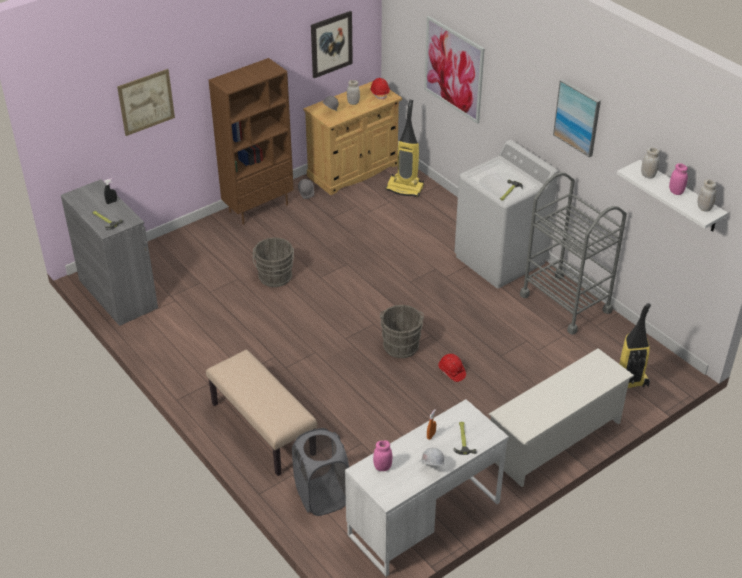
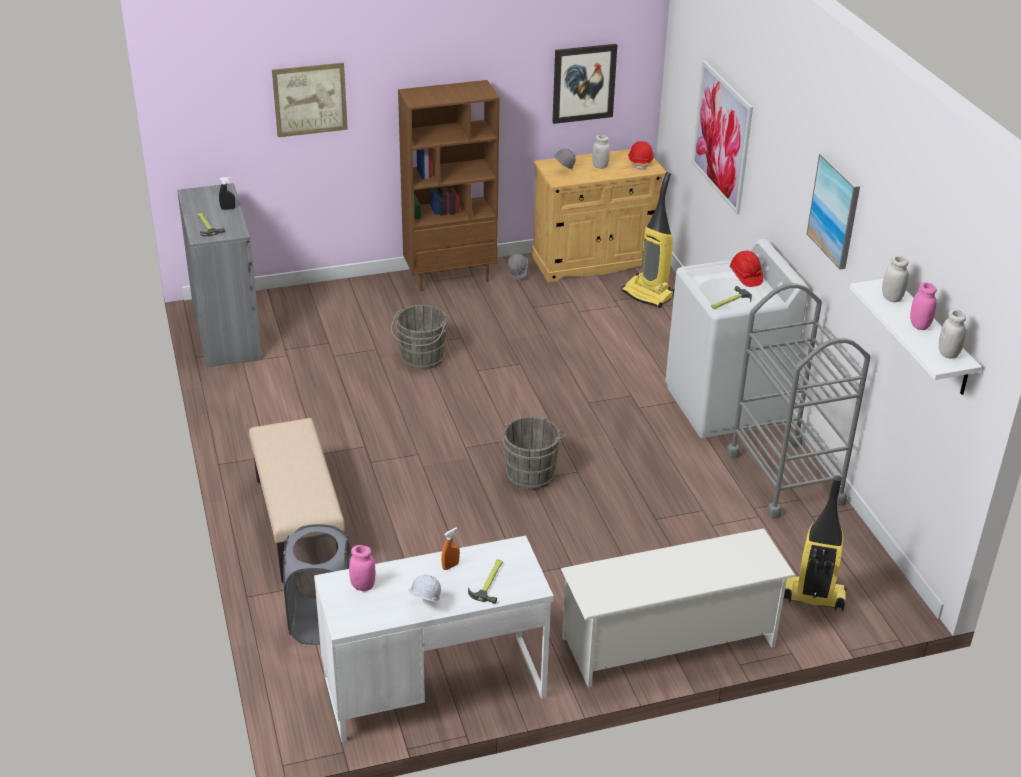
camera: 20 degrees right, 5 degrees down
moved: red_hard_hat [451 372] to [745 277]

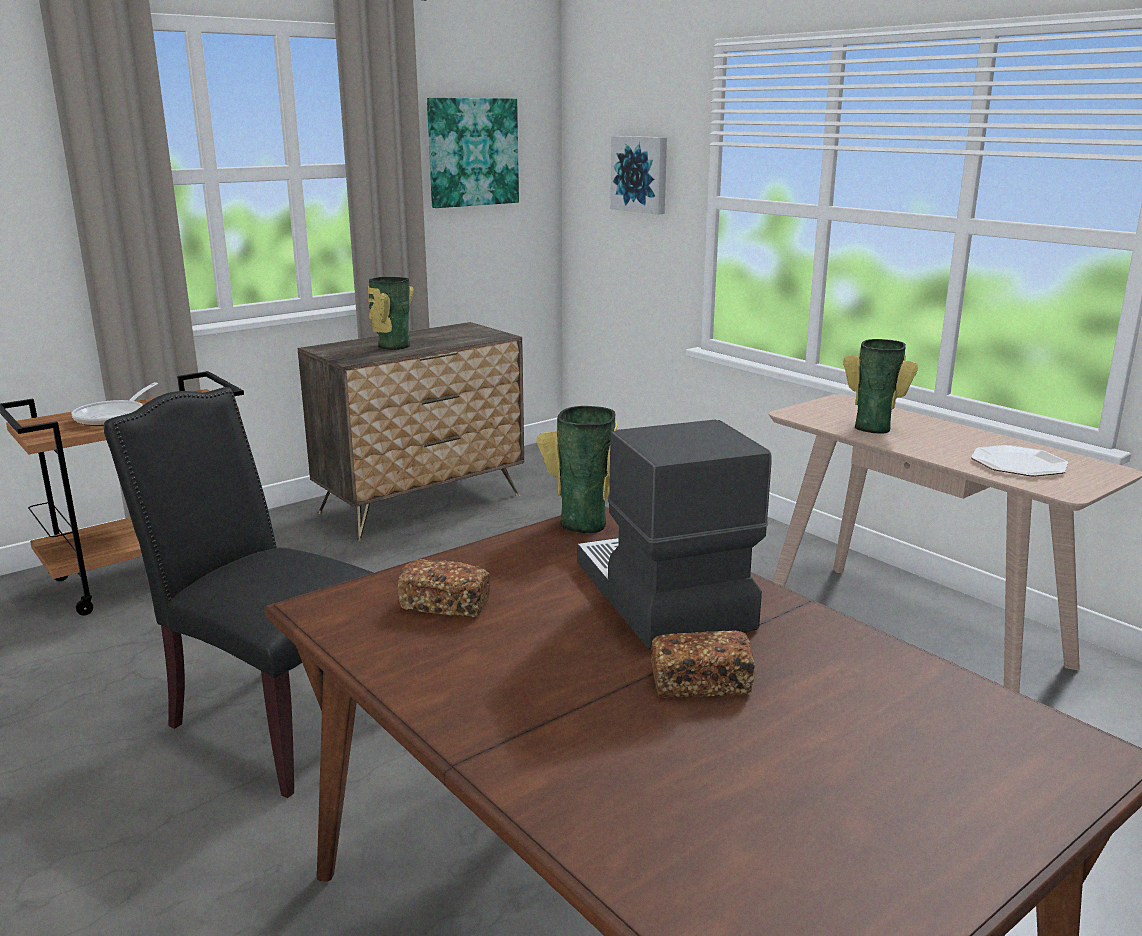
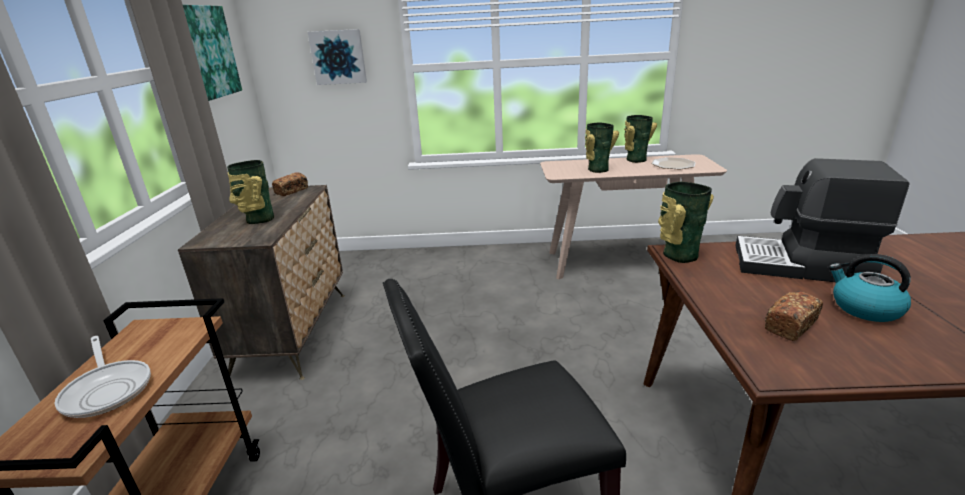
camera: 50 degrees left, 5 degrees up
added: vase [635 159]; kettle [864 308]
moved: bread [700 683] to [291 191]

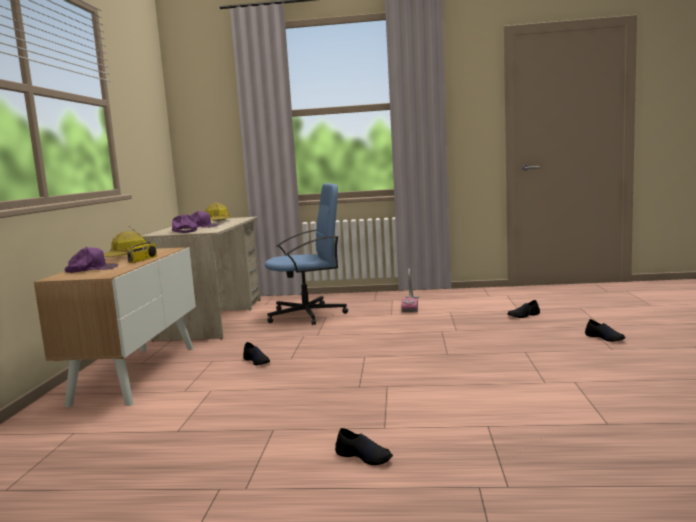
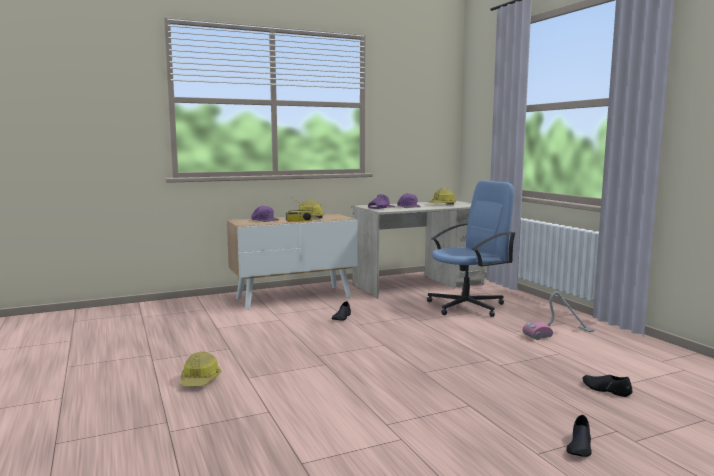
camera: 60 degrees right, 0 degrees up
replaced: black_shoe [364 456] to hard_hat [200 380]
turned: blue_office_chair [308 315] = [467 306] 75 degrees counterclockwise

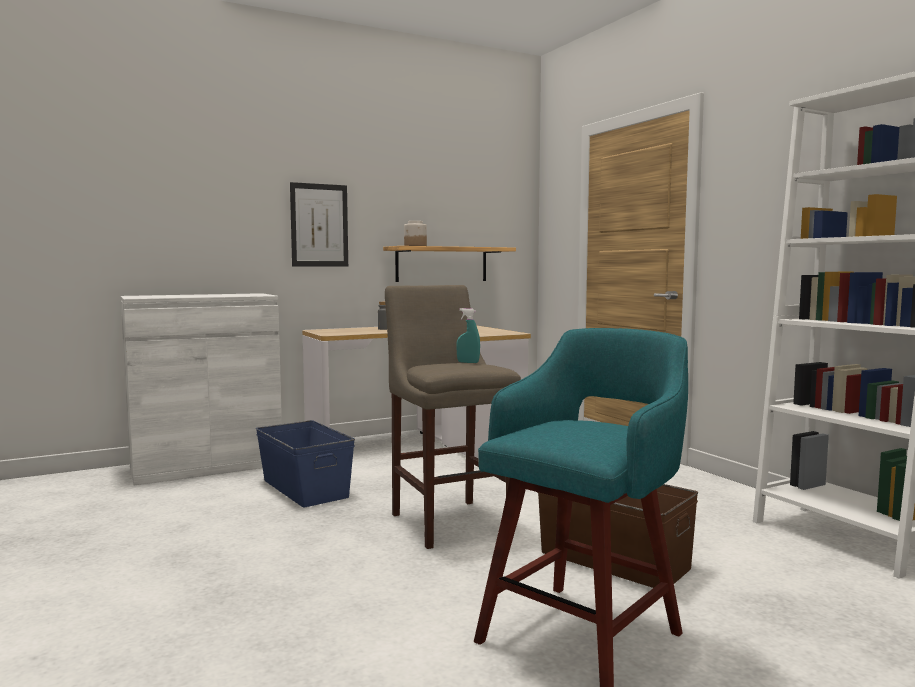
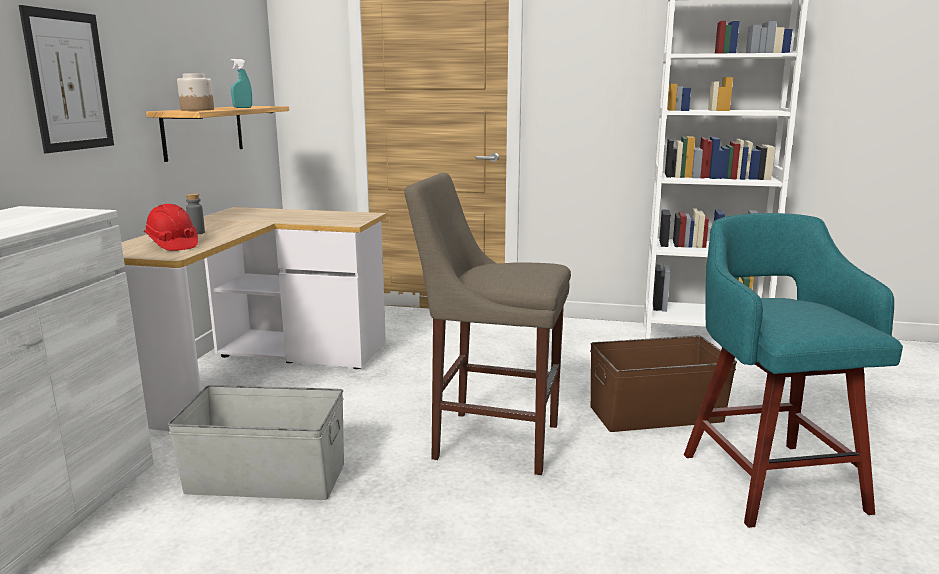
camera: 50 degrees left, 10 degrees up
added: red_hard_hat [172 245]
moved: turquoise_spray_bottle [468 362] to [242 107]
recoloured: blue_storage_box [305 488] to grey_storage_box [266 477]

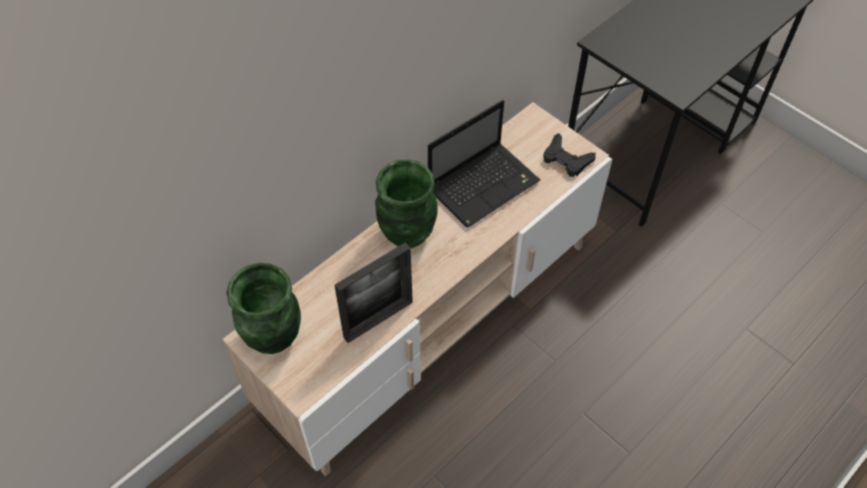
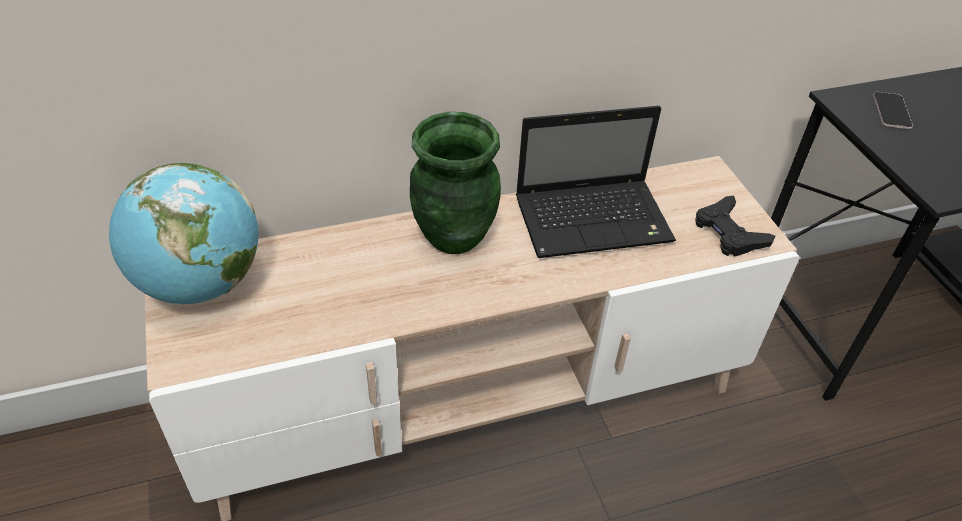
camera: 25 degrees right, 10 degrees down
removed: picture_frame [378 319]
added: phone [891 111]
replaced: green_vase [273 338] to globe [200 283]

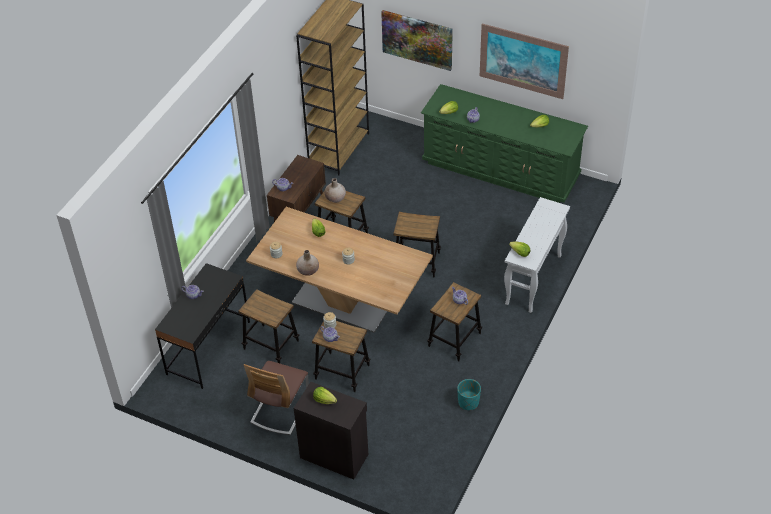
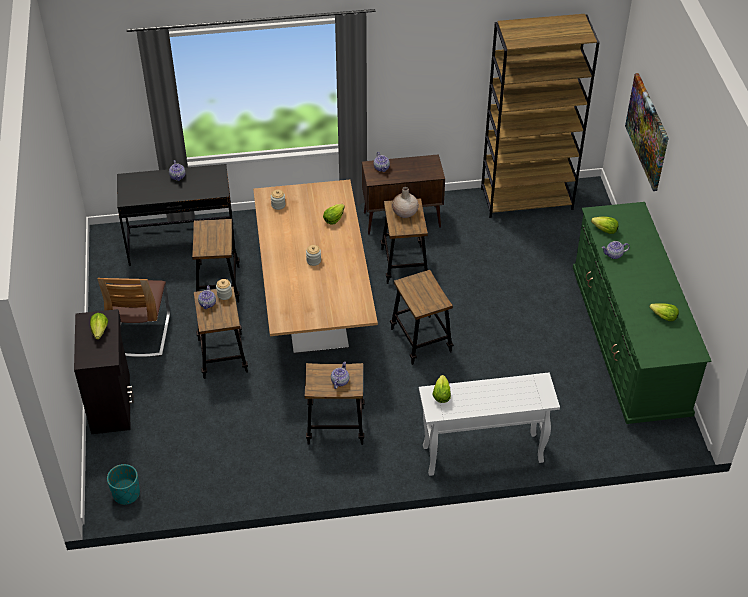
camera: 55 degrees right, 0 degrees up
removed: picture [523 61]; beige_vase [308 270]
moved: turquoise_planter [468 402] to [126 494]
turned: chair [280 410] = [141 334] 75 degrees counterclockwise

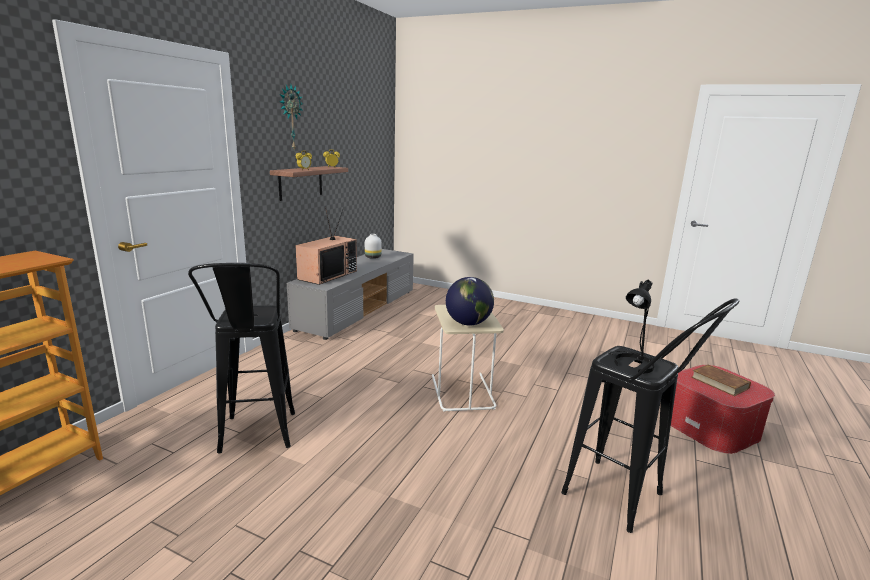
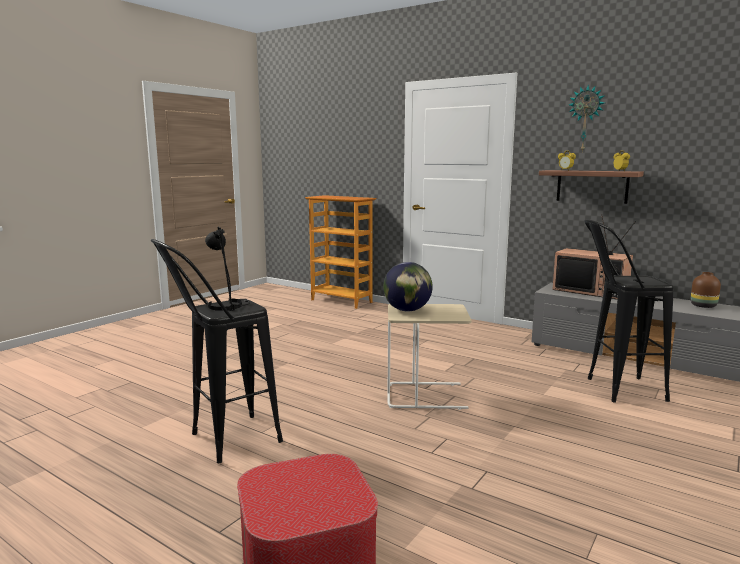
camera: 100 degrees right, 5 degrees down
removed: brown_book [719 382]
moved: black_stool [256 440] to [614 390]
recoloured: white_vase [372 257] to brown_vase [702 306]

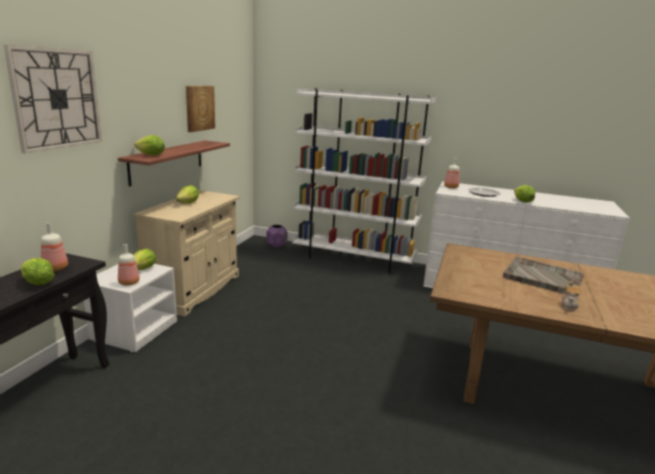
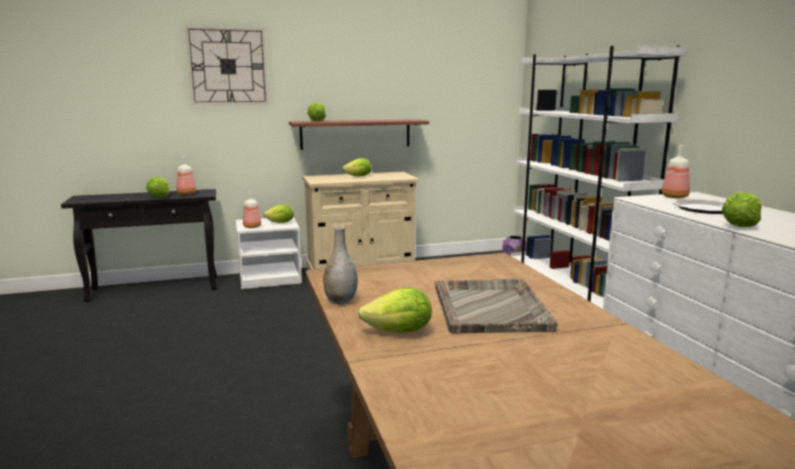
camera: 55 degrees right, 5 degrees down
removed: picture [199 108]
added: grey_vase [341 301]
replaced: teapot [569 306] to lettuce [399 332]

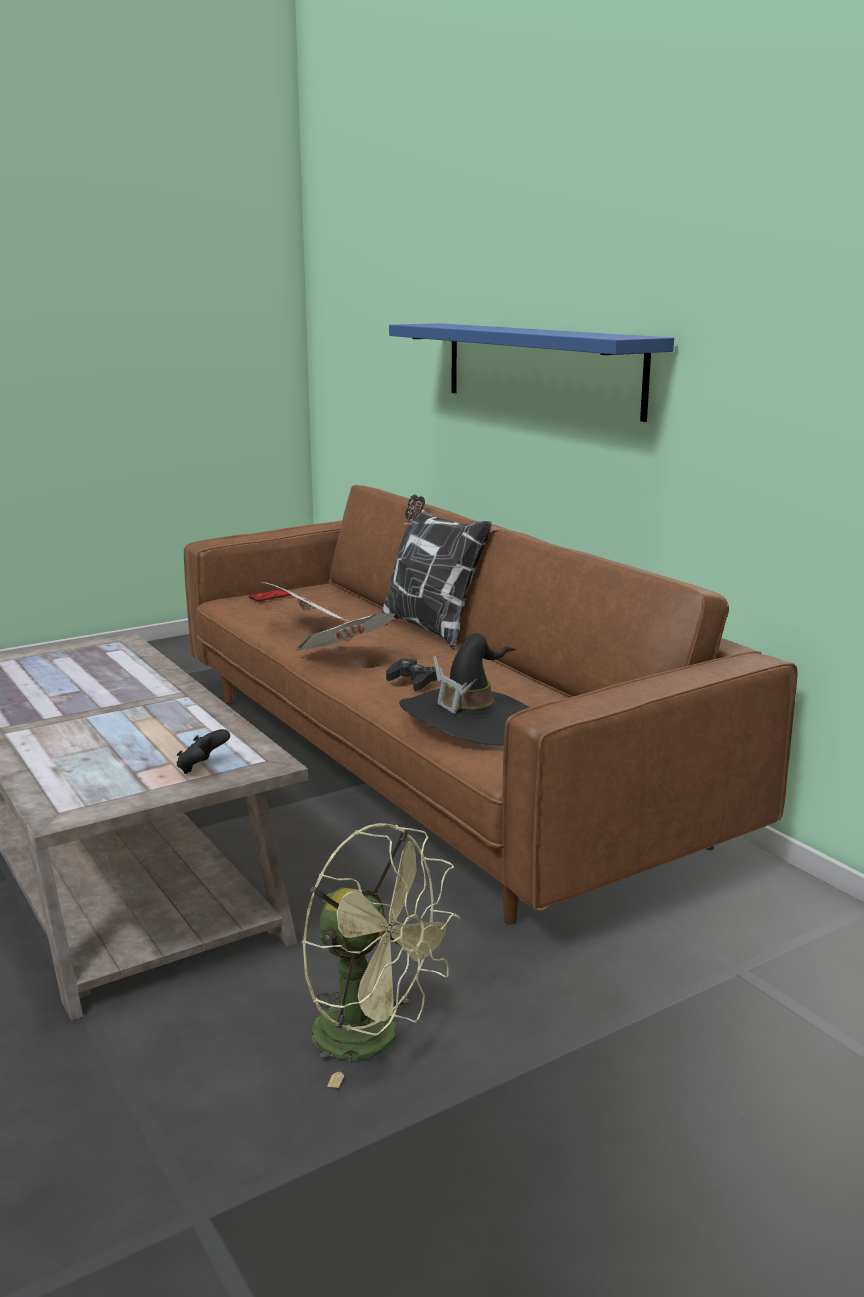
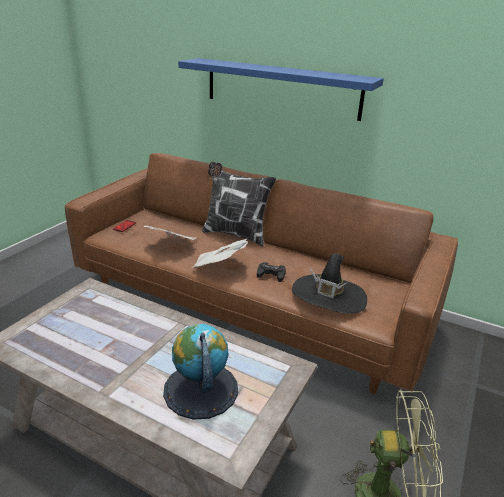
camera: 30 degrees left, 10 degrees up
removed: black_game_controller [202 768]
added: globe [200 389]

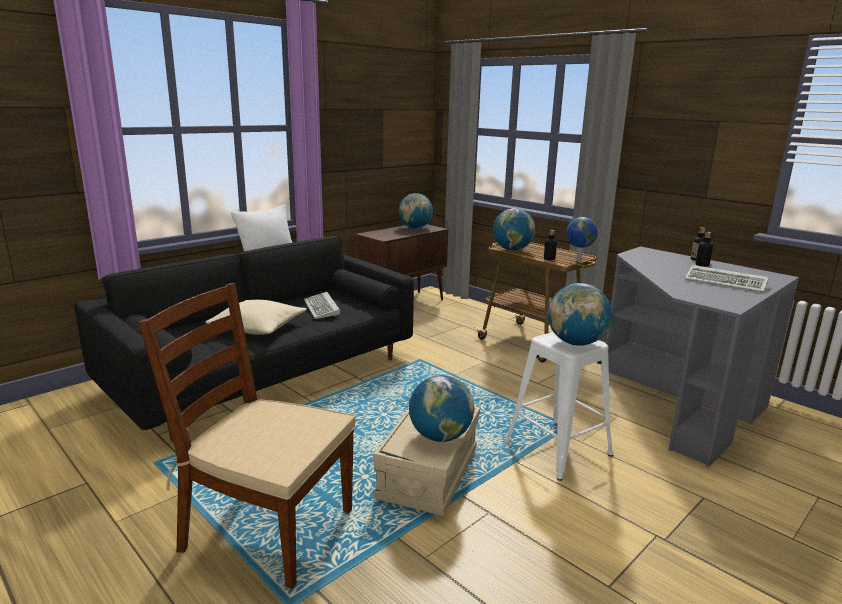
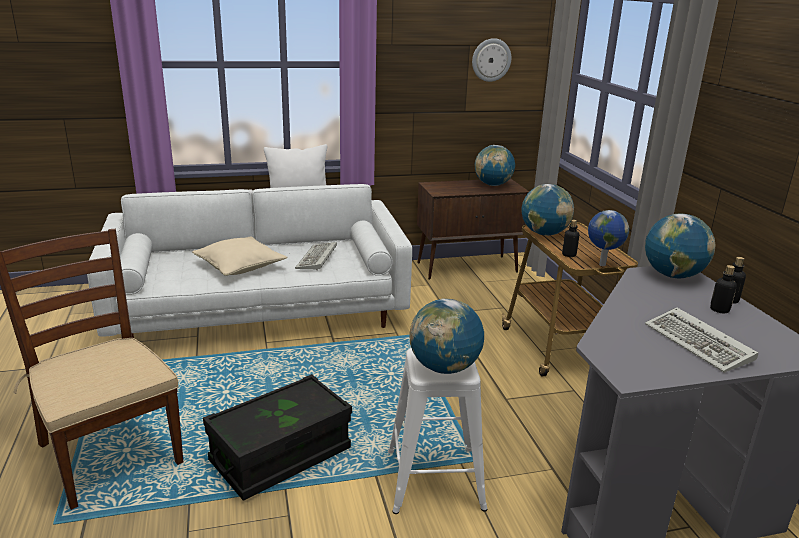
camera: 30 degrees right, 5 degrees up
added: wall_clock [491 60]
moved: globe [440 437] to [672 275]
recoloured: black_sofa [265 374] to white_sofa [260 310]; beige_storage_box [428 474] to black_storage_box [281 456]

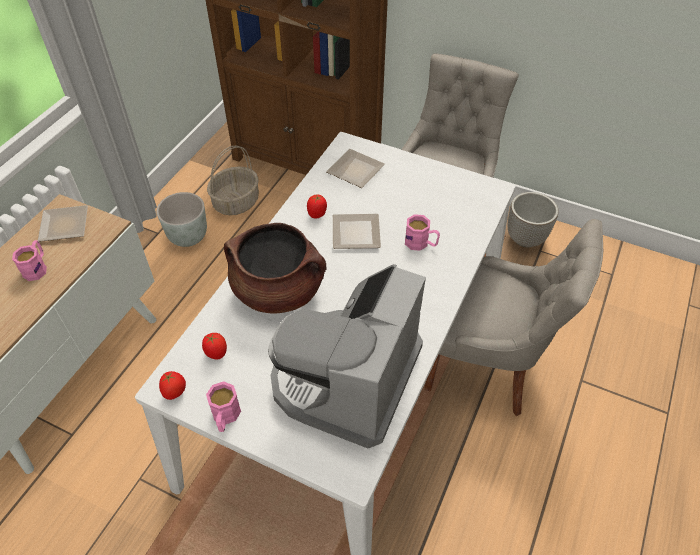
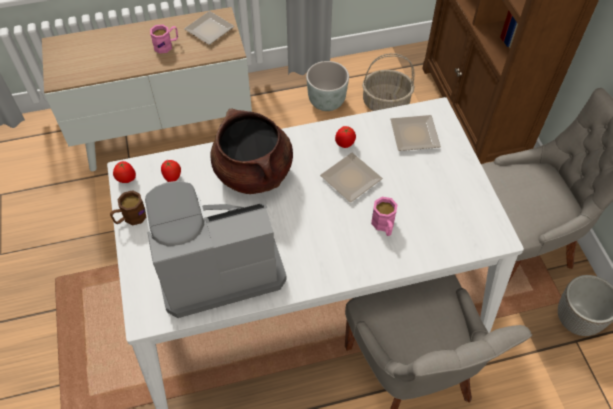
camera: 50 degrees right, 5 degrees up
recoloured: pink_mug [225 417] to brown_mug [130 218]

